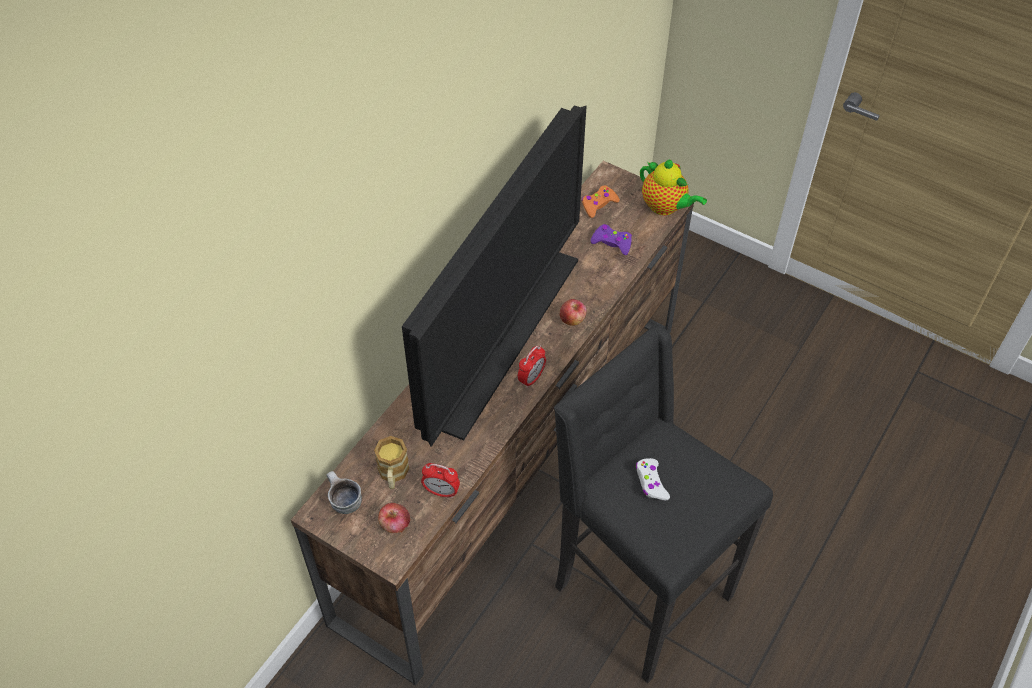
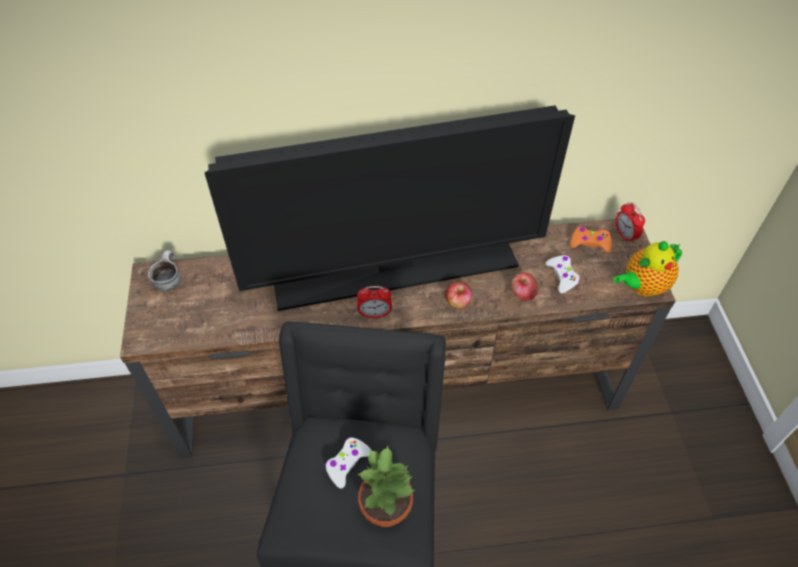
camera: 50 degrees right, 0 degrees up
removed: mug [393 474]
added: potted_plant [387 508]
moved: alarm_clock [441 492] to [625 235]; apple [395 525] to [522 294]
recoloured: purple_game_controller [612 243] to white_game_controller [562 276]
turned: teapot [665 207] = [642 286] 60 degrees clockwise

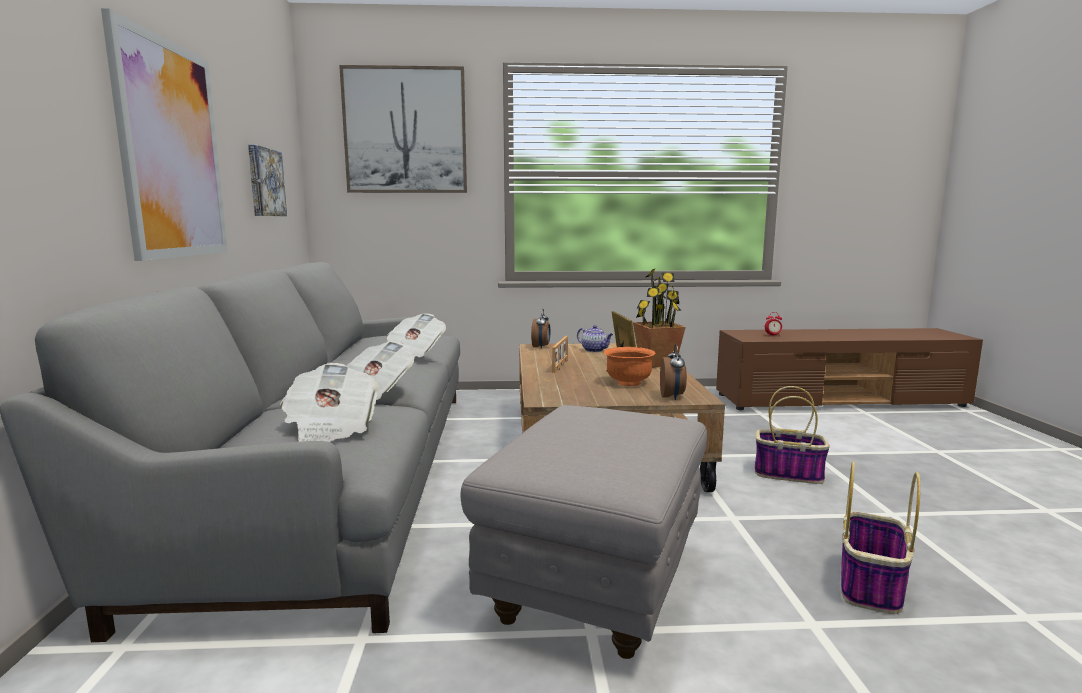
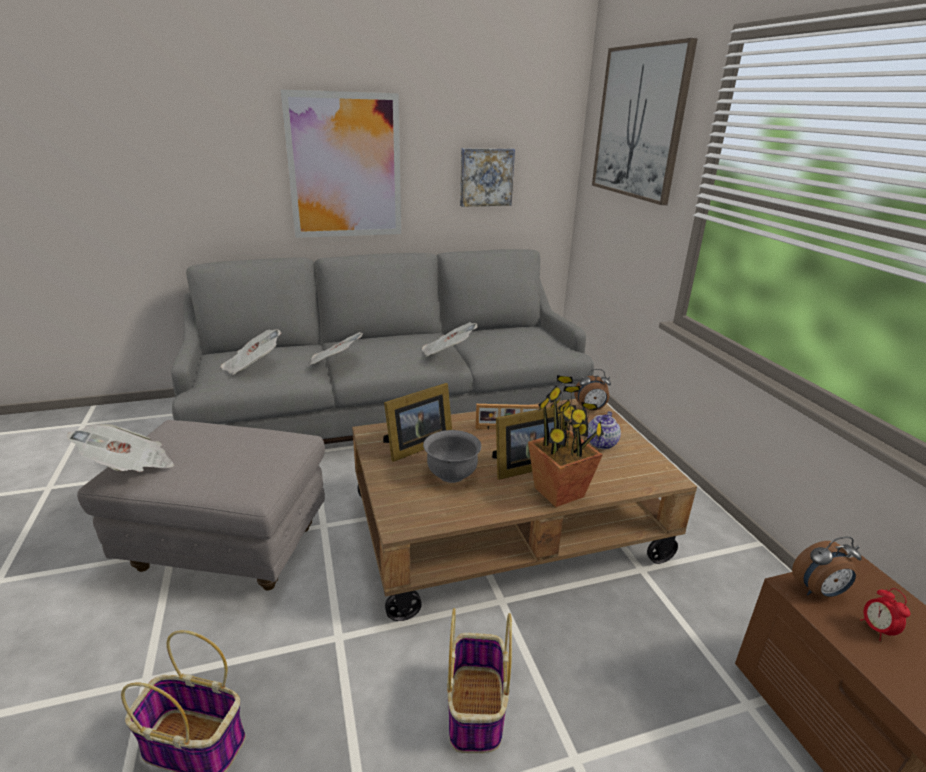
camera: 75 degrees right, 15 degrees up
added: picture_frame [416 446]; newspaper [130 467]
moved: alarm_clock [672 397] to [818 592]
recoloured: orange_bowl [628 383] to grey_bowl [451 474]

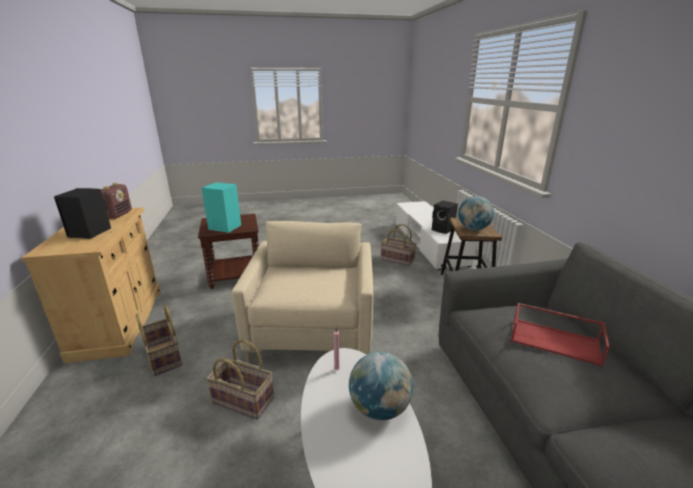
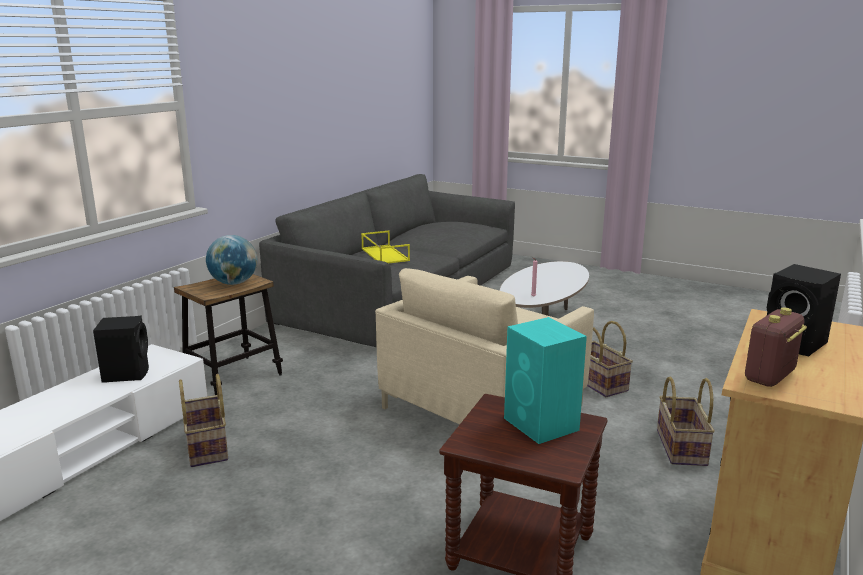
camera: 140 degrees left, 5 degrees down
removed: globe [379 408]
recoloured: red_tray [555 340] to yellow_tray [384 254]

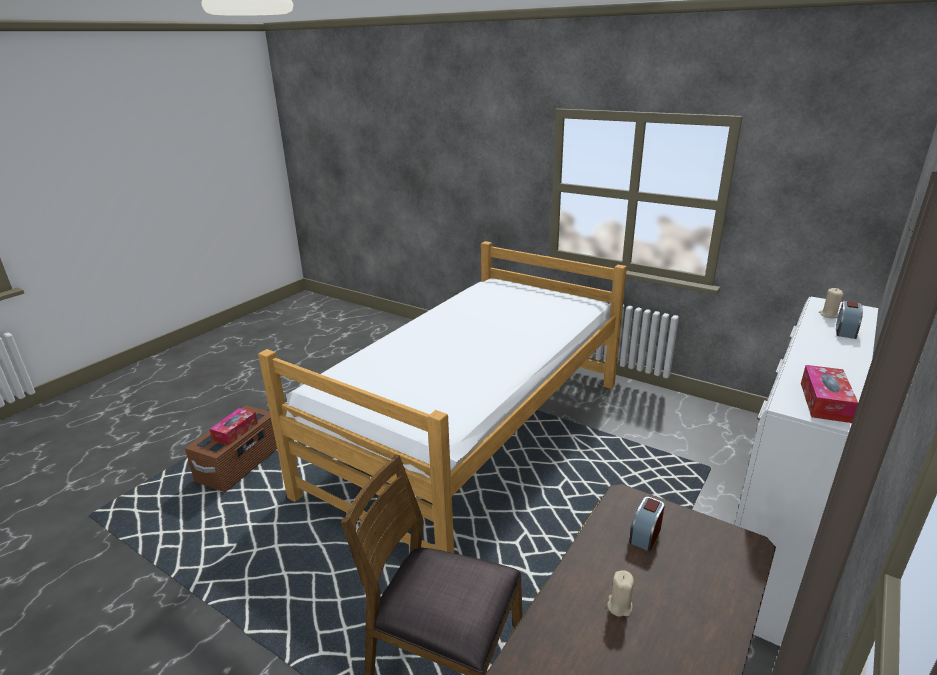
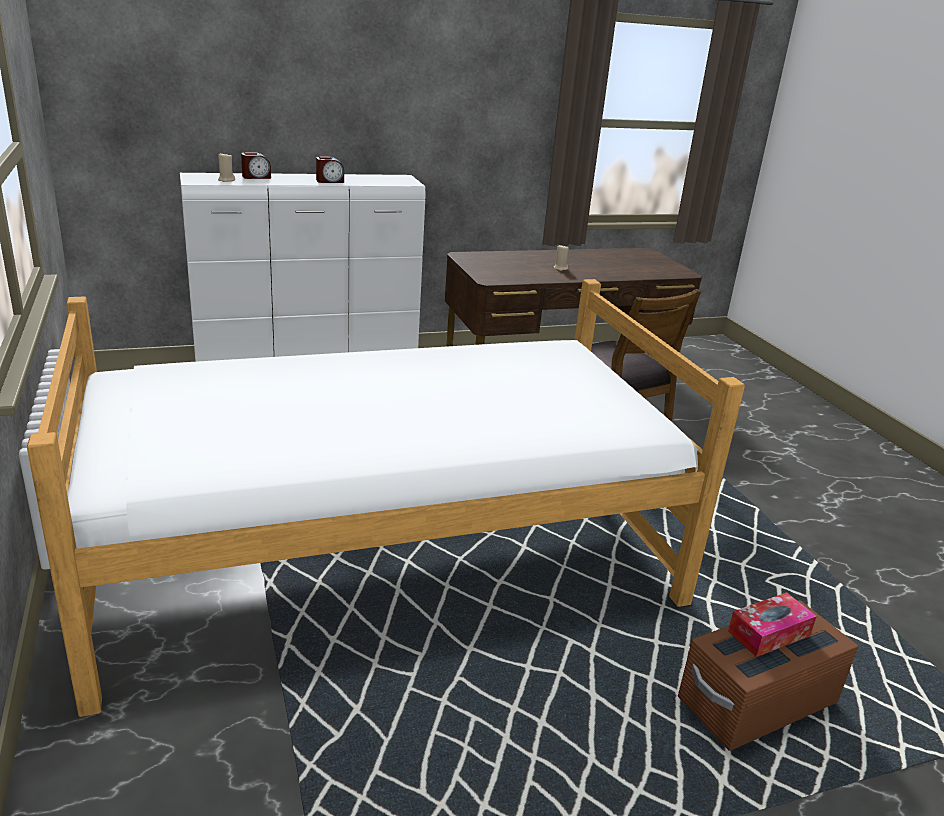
camera: 145 degrees left, 0 degrees up
removed: tissue_box [824 402]
moved: alarm_clock [645 534] to [330 181]

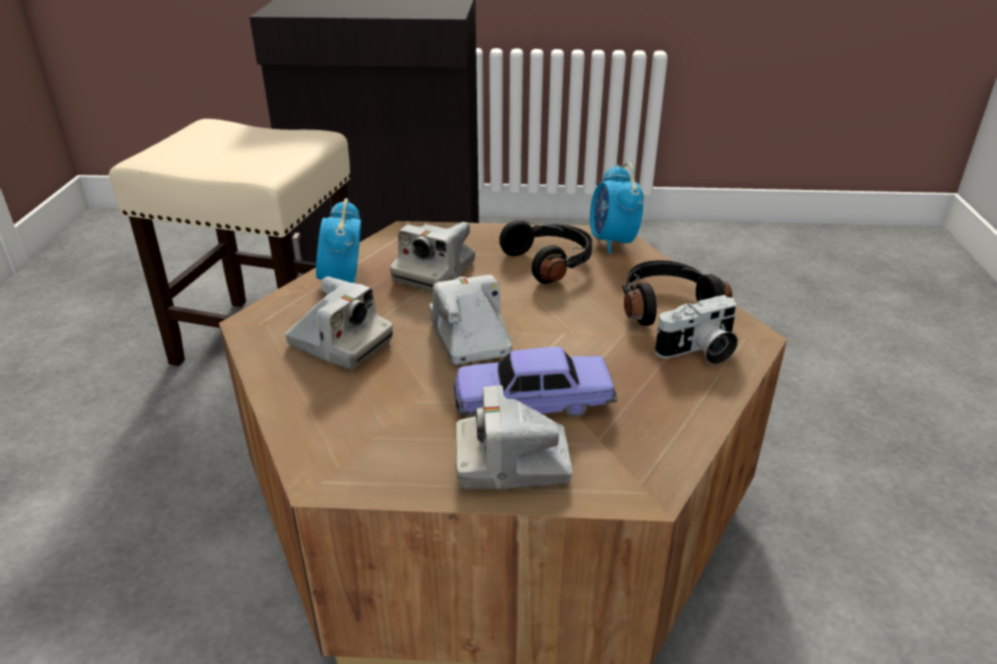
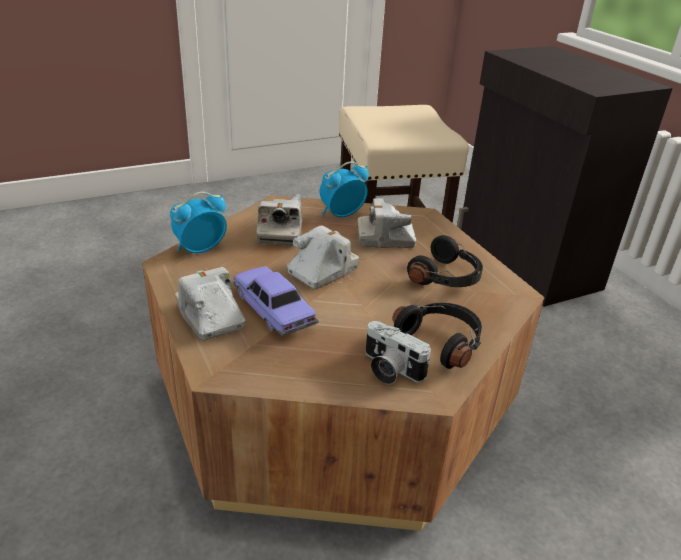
camera: 60 degrees right, 0 degrees up
moved: alarm_clock [612 242] to [199 249]

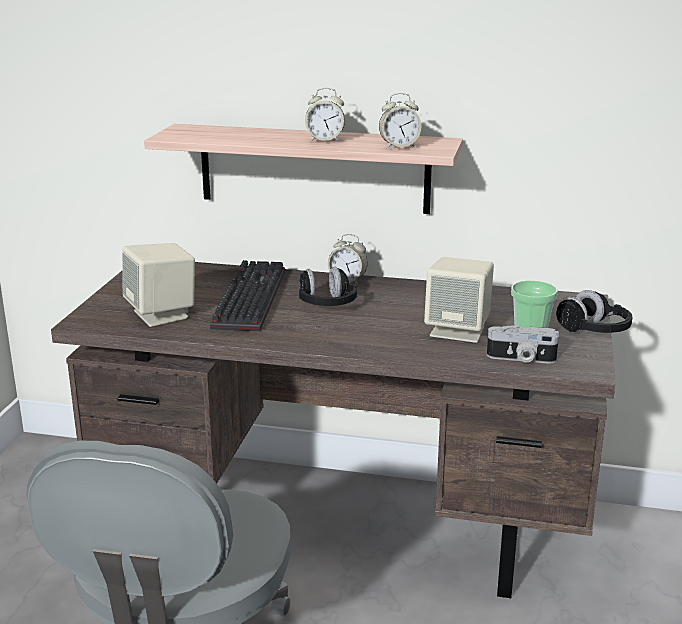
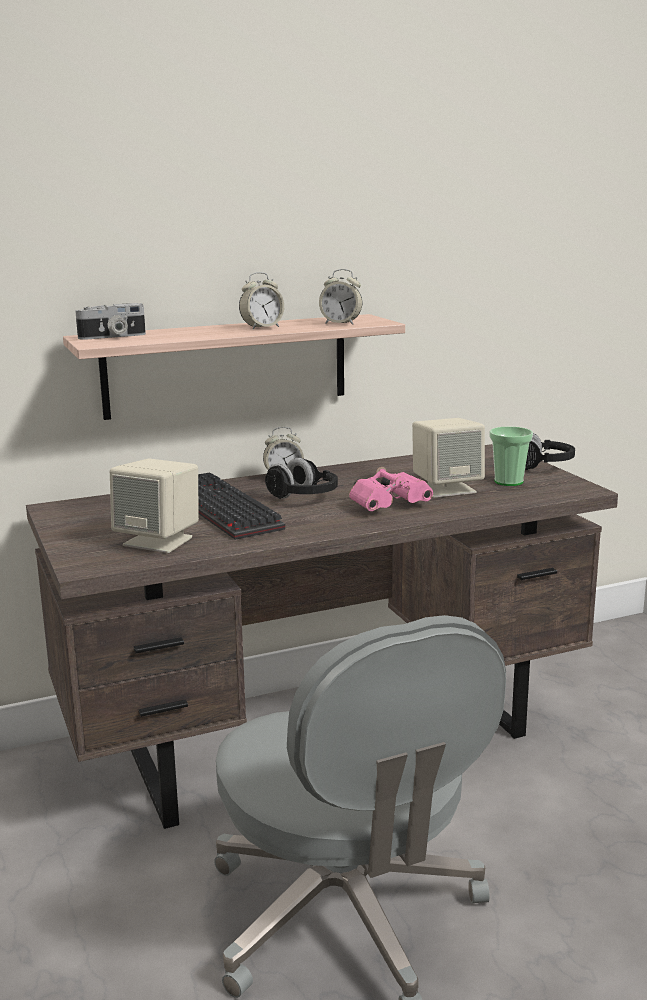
camera: 35 degrees left, 5 degrees down
added: pink_binoculars [390 505]
moved: photo_camera [521 359] to [113 336]
turned: alarm_clock [399 146] = [341 323] 60 degrees clockwise

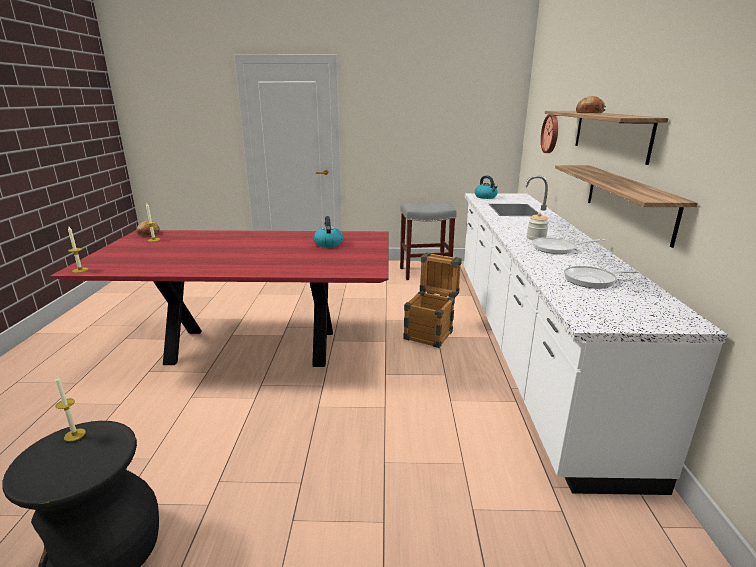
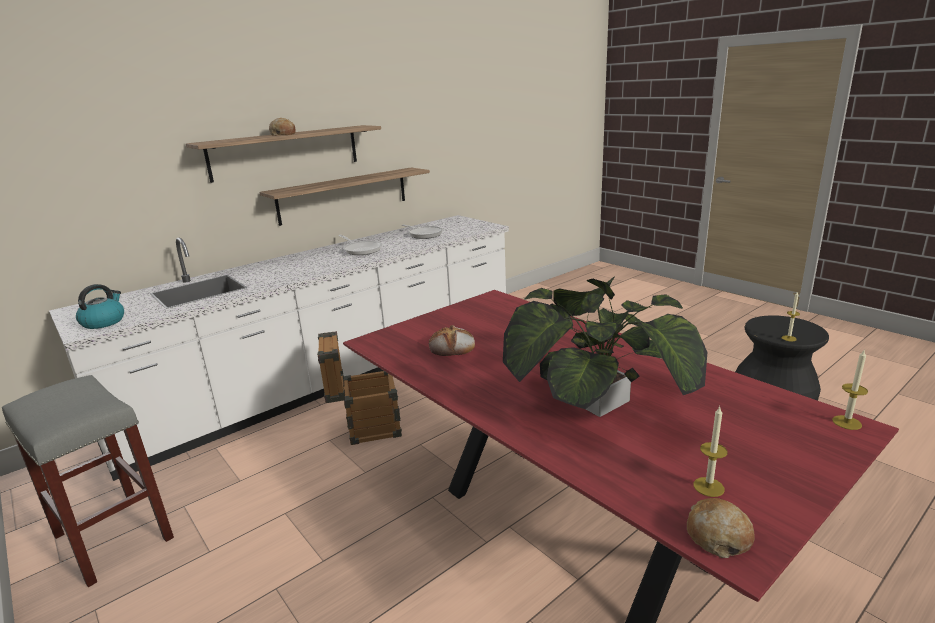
camera: 130 degrees left, 0 degrees up
removed: wall_clock [551 134]; jar [536 238]
added: potted_plant [597 399]
replaced: kettle [328 243] to bread [452 346]

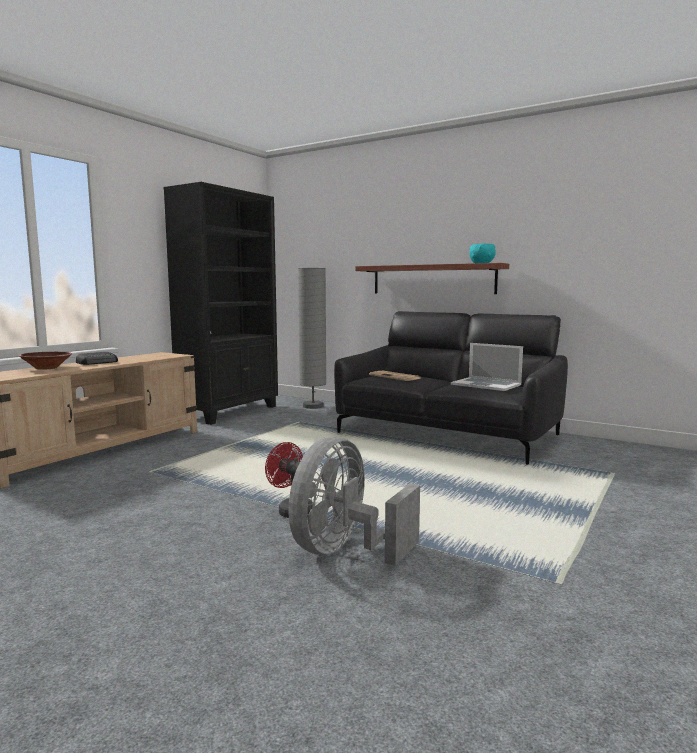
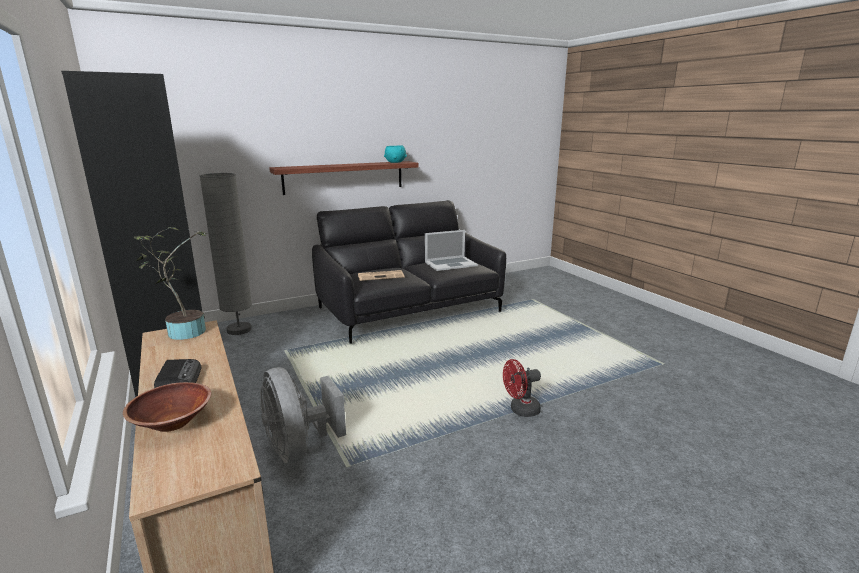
camera: 60 degrees left, 10 degrees up
added: potted_plant [183 332]
moved: grey_fan [345 551] to [299 448]

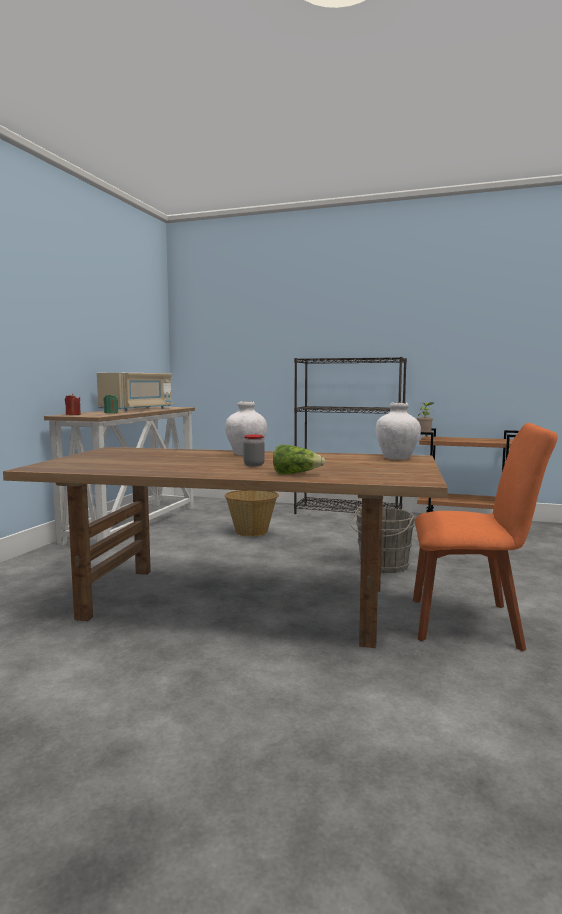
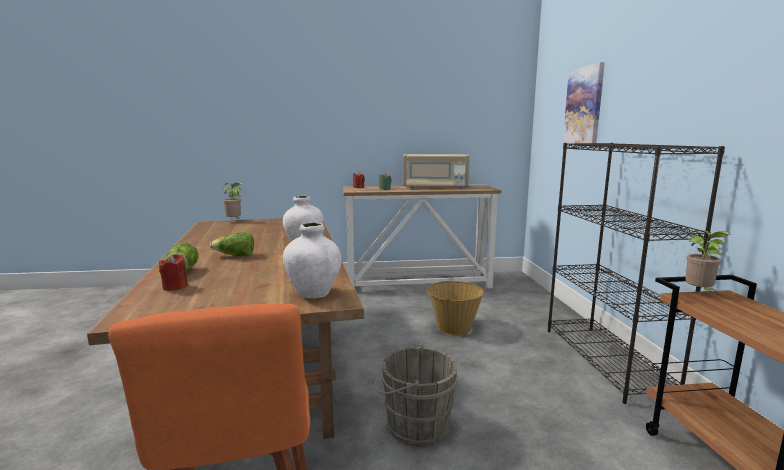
camera: 65 degrees right, 5 degrees up
added: picture [584 106]; potted_plant [235 221]; red_candle [175 287]
replaced: jar [254 465] to lettuce [235 256]

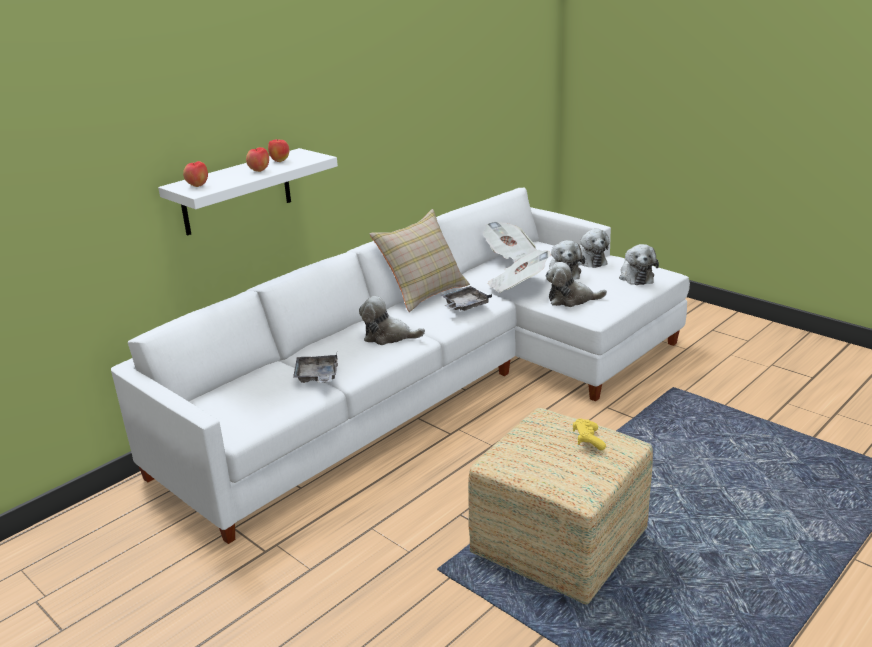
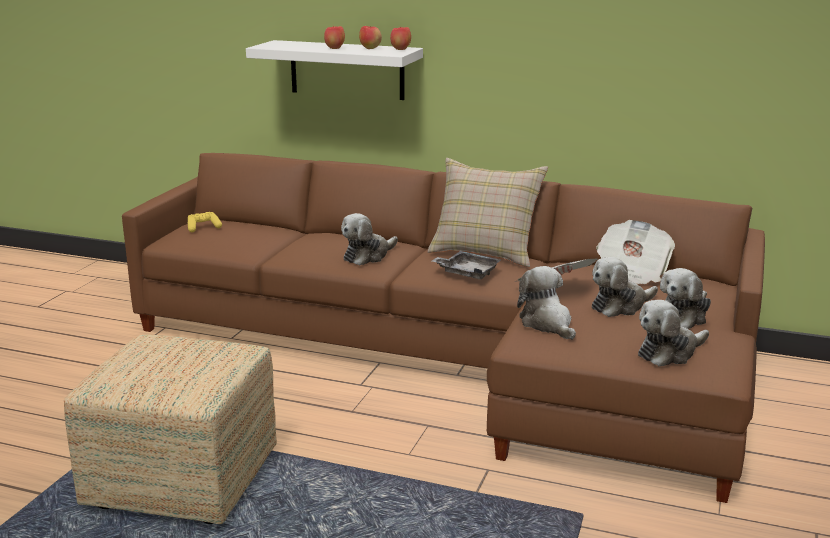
camera: 65 degrees right, 5 degrees down
removed: grey_tray [317 376]
moved: apple [197 186] to [400 49]; yellow_game_controller [588 440] to [203 228]
recoloured: white_sofa [440 382] to brown_sofa [460 359]
turned: plush_toy [388 336] = [368 256] 120 degrees counterclockwise

